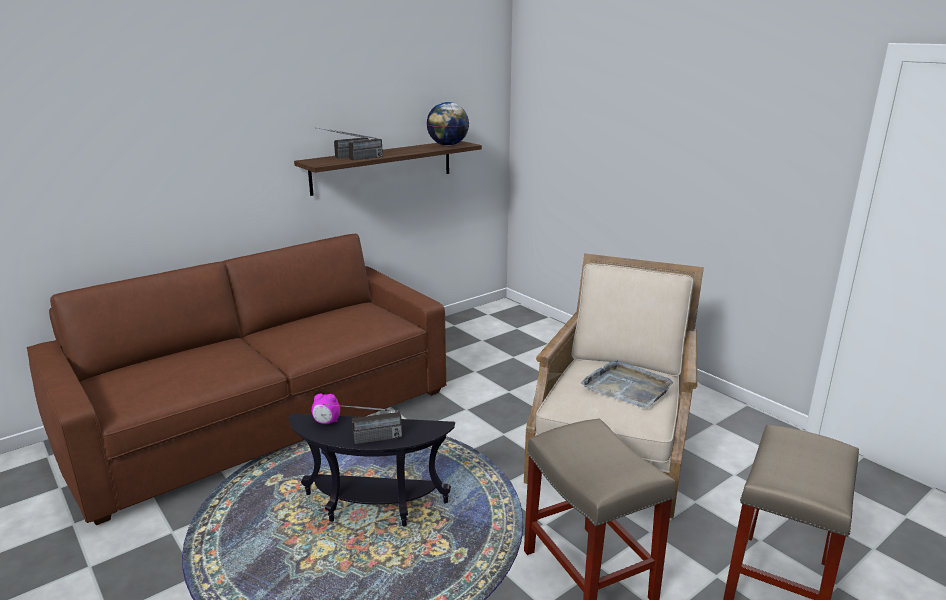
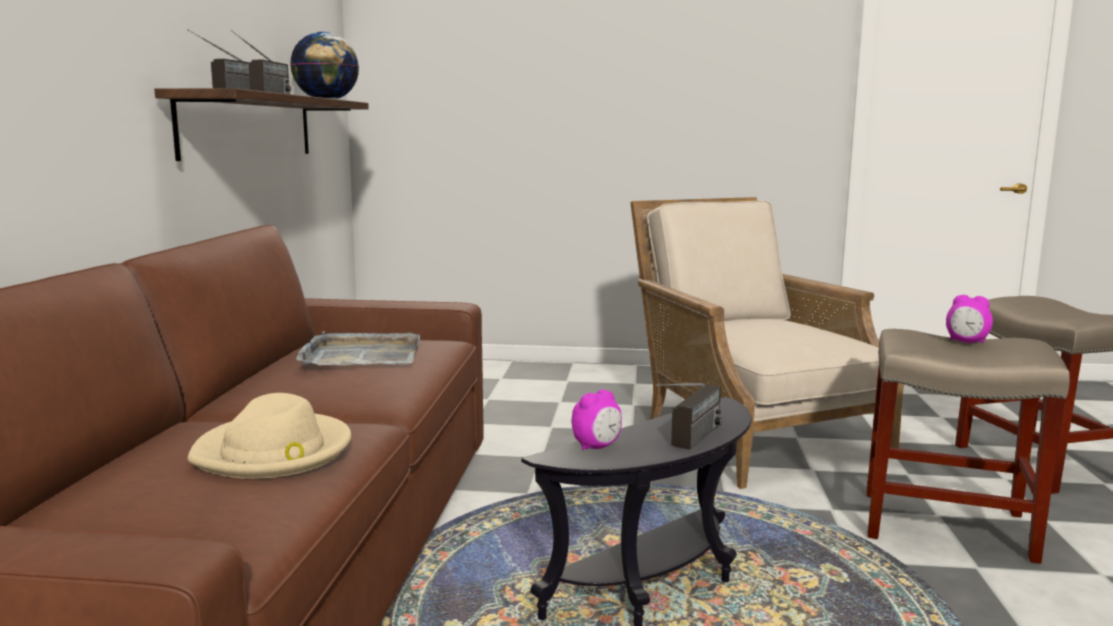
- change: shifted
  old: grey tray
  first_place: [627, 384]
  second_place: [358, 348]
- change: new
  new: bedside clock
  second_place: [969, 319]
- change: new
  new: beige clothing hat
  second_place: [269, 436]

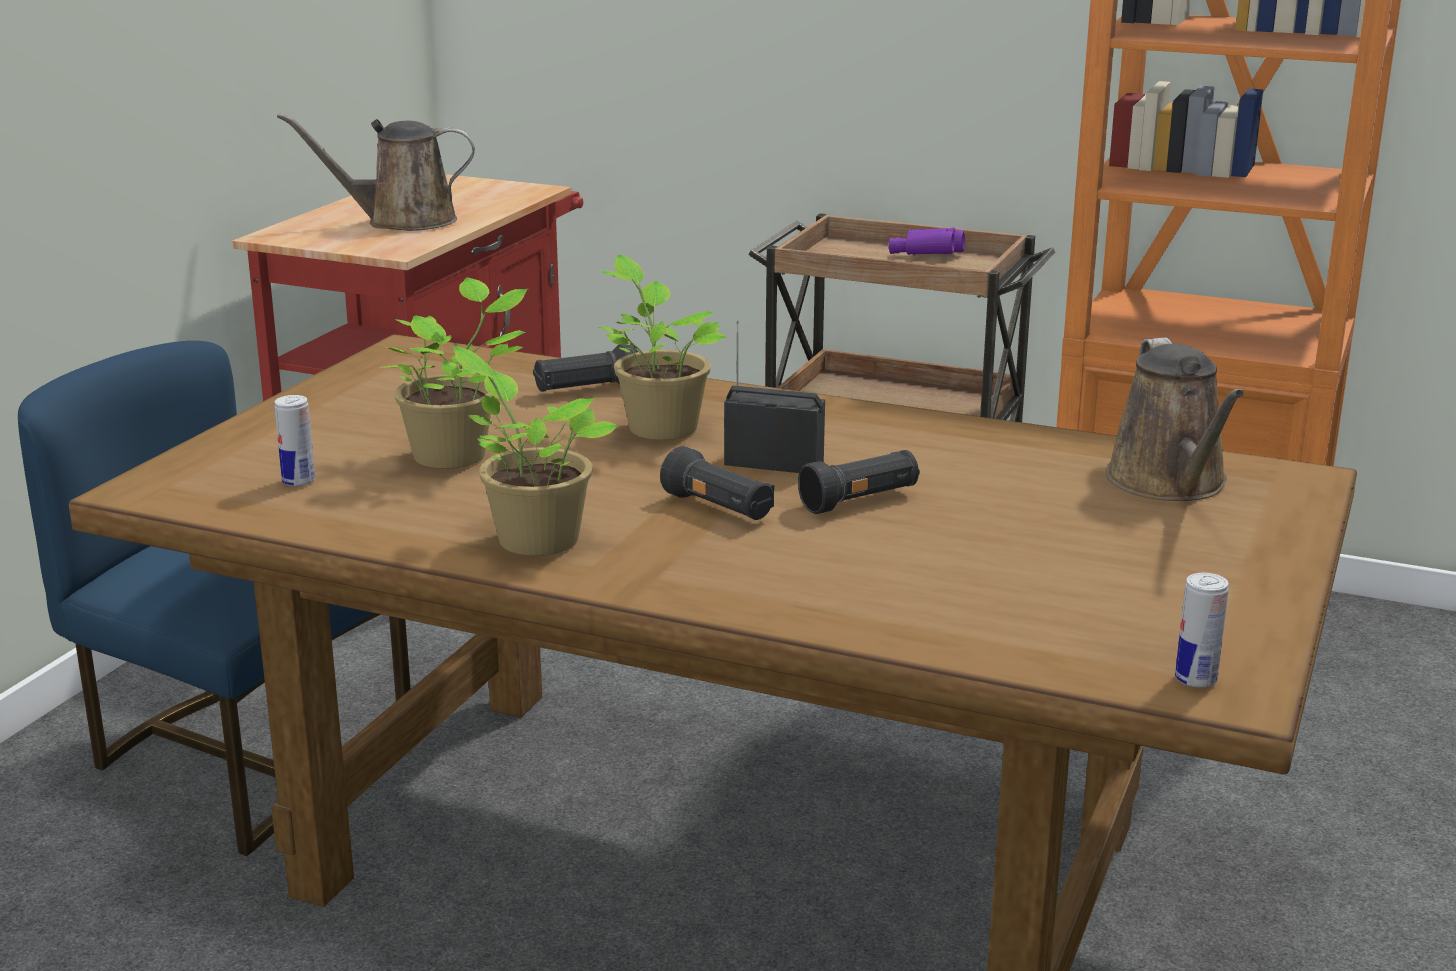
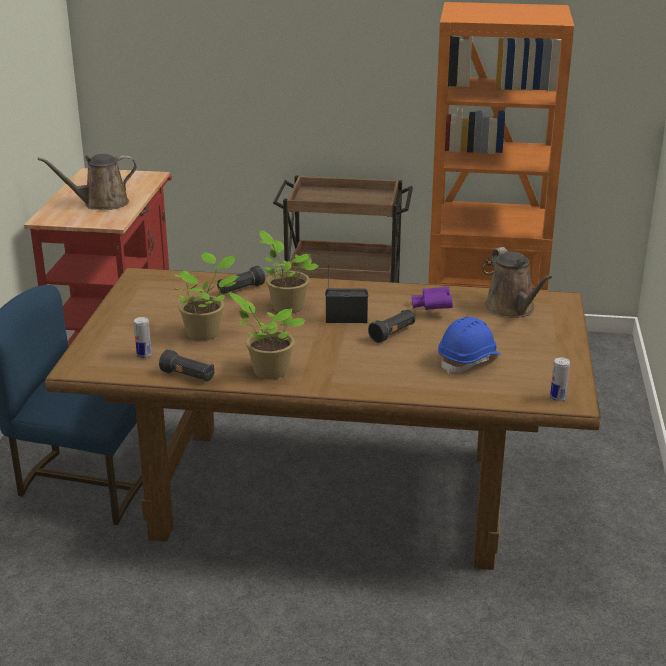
- change: shifted
  old: purple field glasses
  first_place: [927, 241]
  second_place: [432, 298]
- change: shifted
  old: blackish torch
  first_place: [717, 483]
  second_place: [187, 365]
- change: new
  new: blue-coloured work helmet
  second_place: [469, 345]

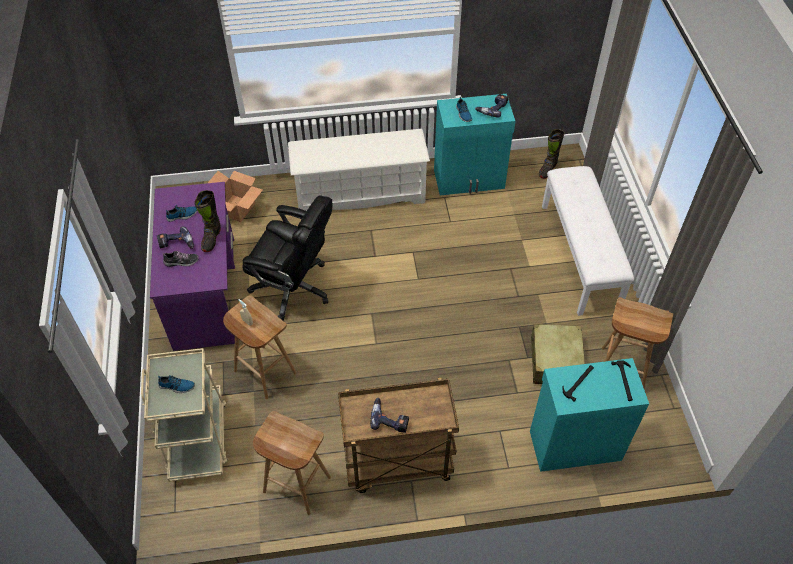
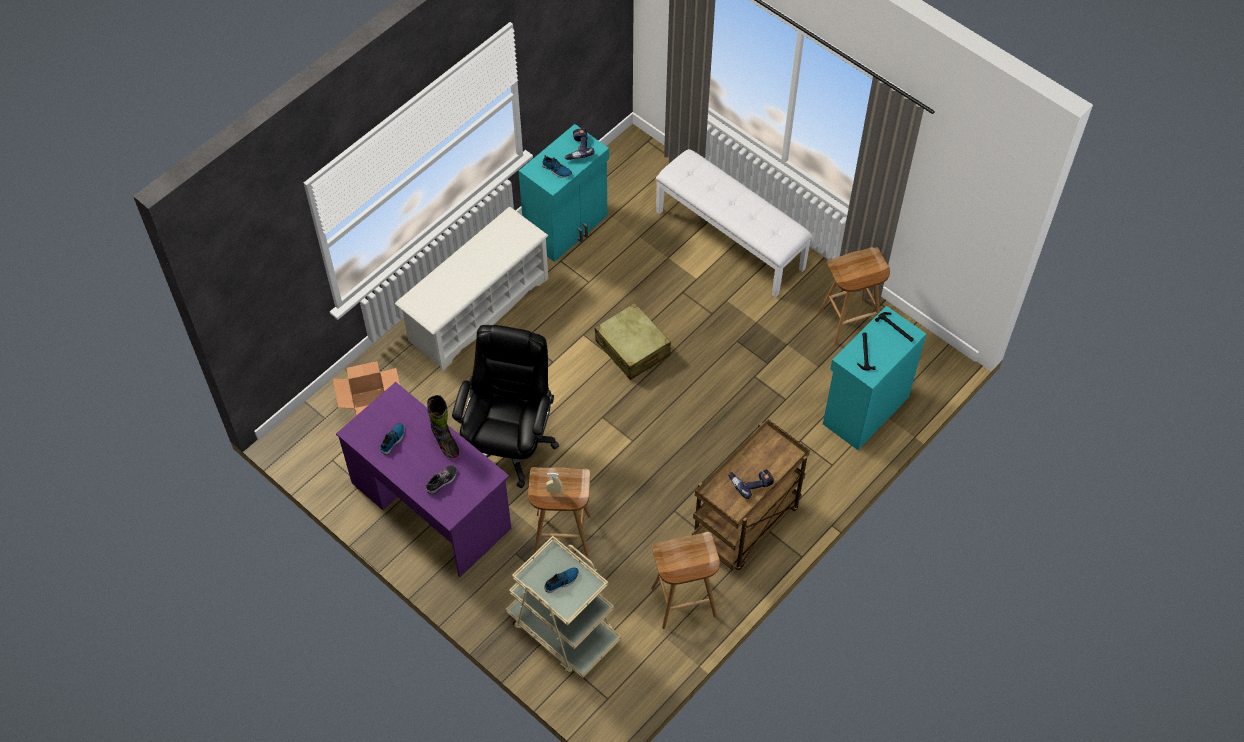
- change: gone
  old: blackish high-top boot
  first_place: [552, 154]
- change: rotated
  old: blackish office chair
  first_place: [287, 257]
  second_place: [505, 406]
  degrees: -60
- change: gone
  old: electric drill
  first_place: [175, 237]
- change: shifted
  old: beige piece of luggage
  first_place: [558, 354]
  second_place: [633, 341]

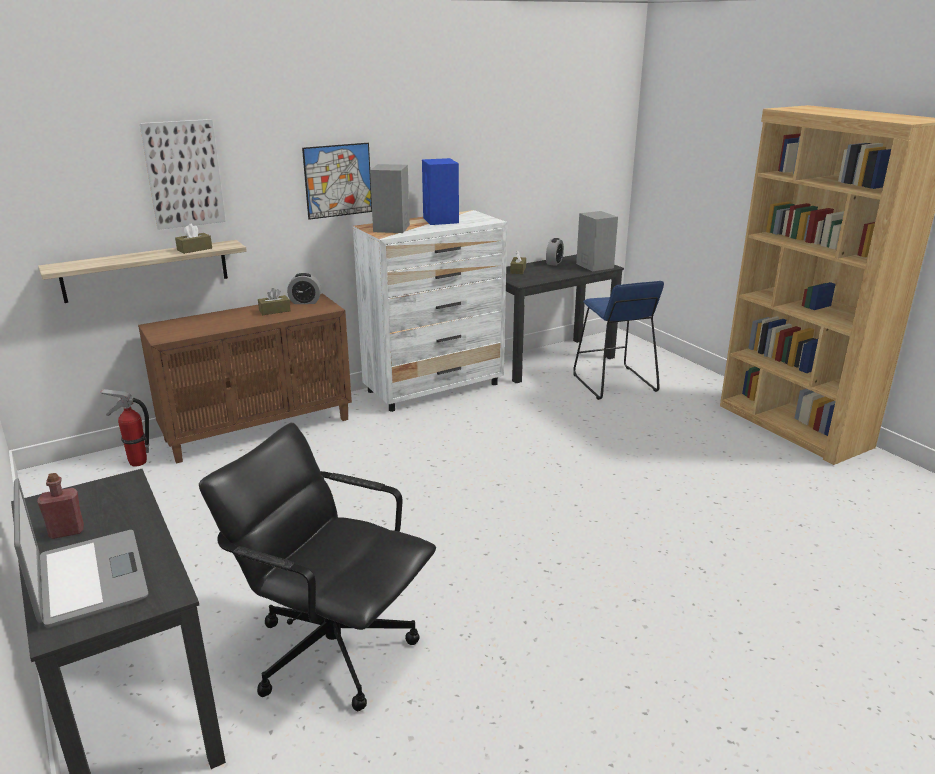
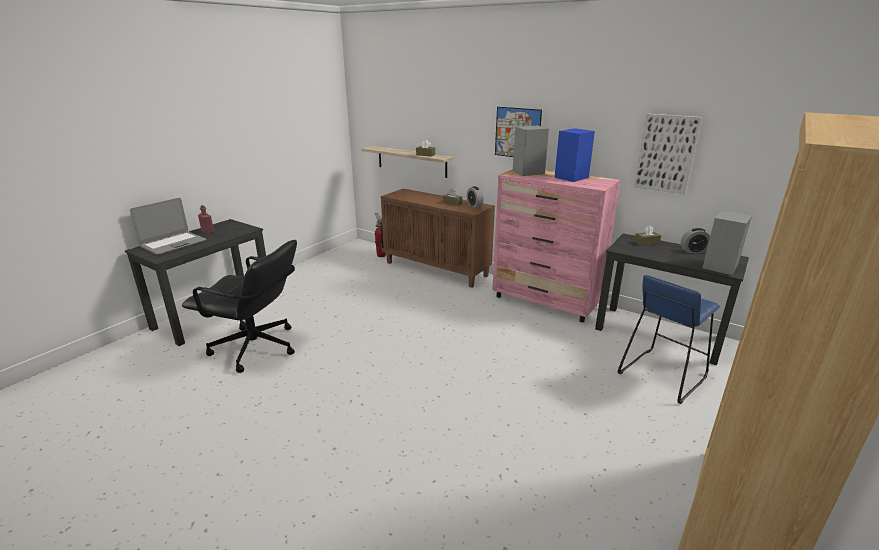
- change: shifted
  old: wall art
  first_place: [183, 174]
  second_place: [668, 154]
- change: repainted
  old: whitish chest of drawers
  new: pink-coloured chest of drawers
  first_place: [430, 311]
  second_place: [556, 245]
- change: rotated
  old: blackish office chair
  first_place: [317, 567]
  second_place: [239, 306]
  degrees: 105

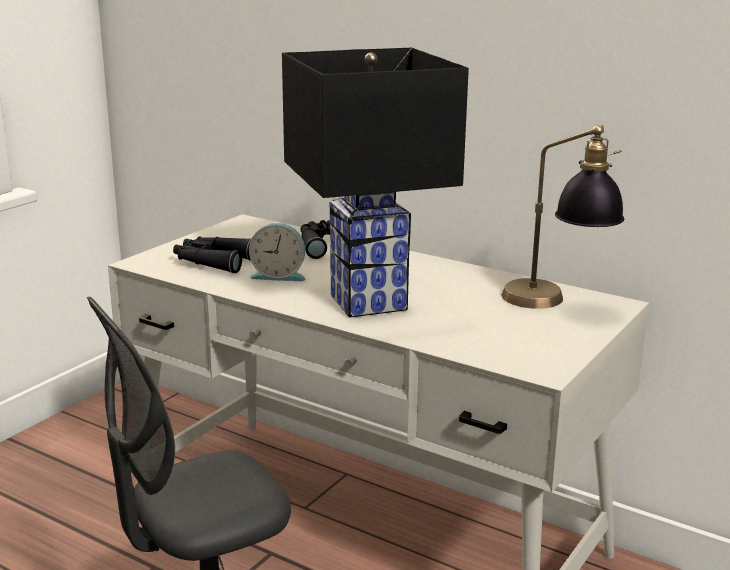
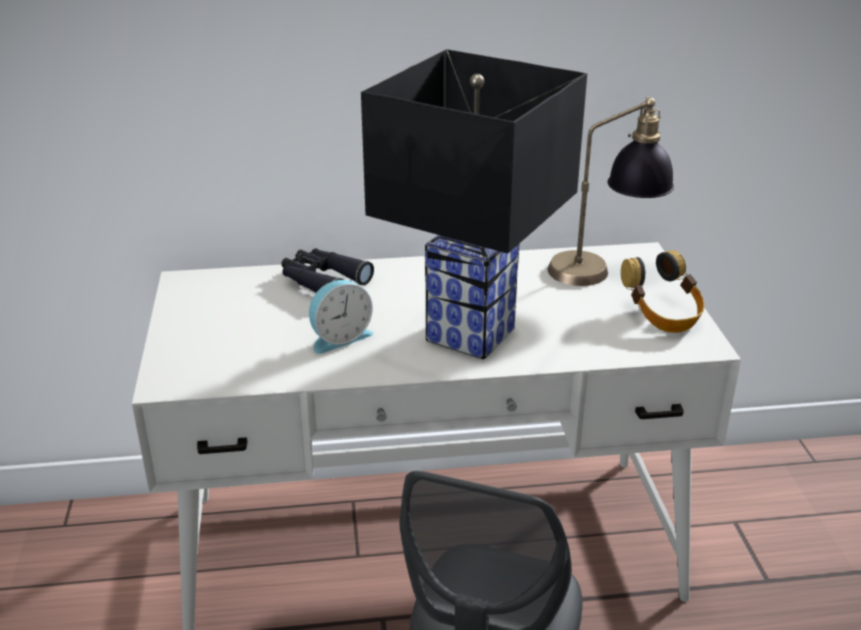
- change: gone
  old: blackish field glasses
  first_place: [212, 254]
- change: new
  new: headset
  second_place: [663, 291]

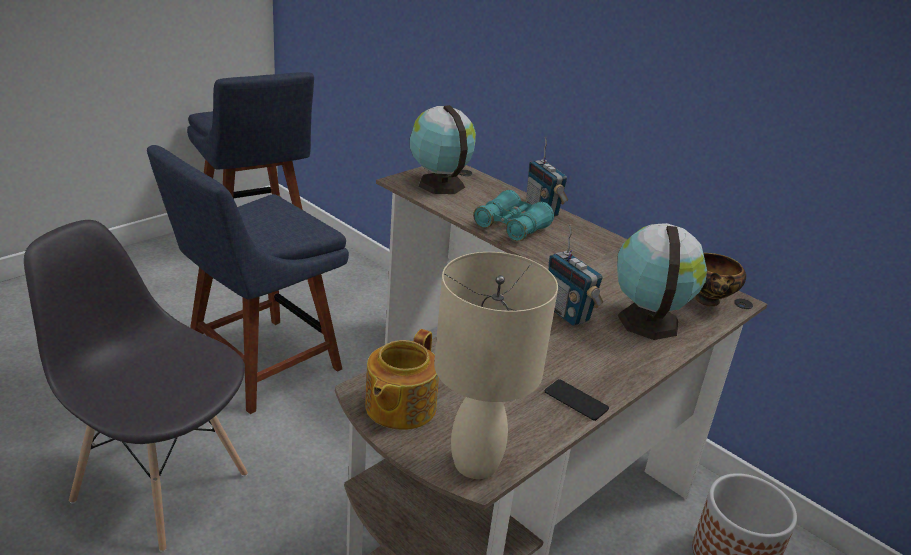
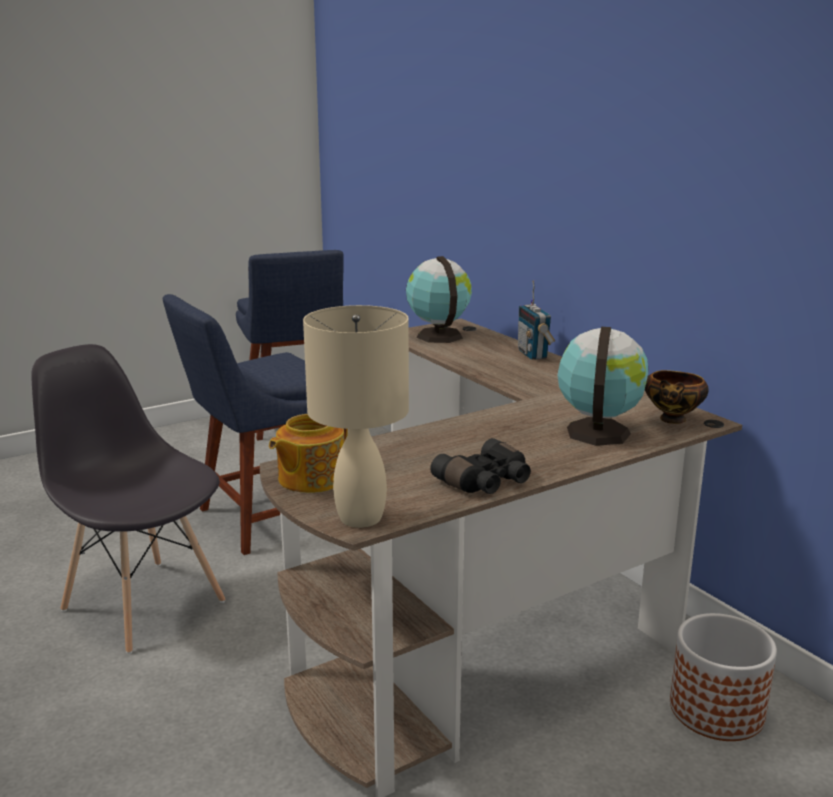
- change: gone
  old: turquoise-coloured field glasses
  first_place: [513, 215]
- change: gone
  old: radio receiver
  first_place: [575, 275]
- change: swapped
  old: telephone
  new: blackish field glasses
  first_place: [577, 400]
  second_place: [480, 466]

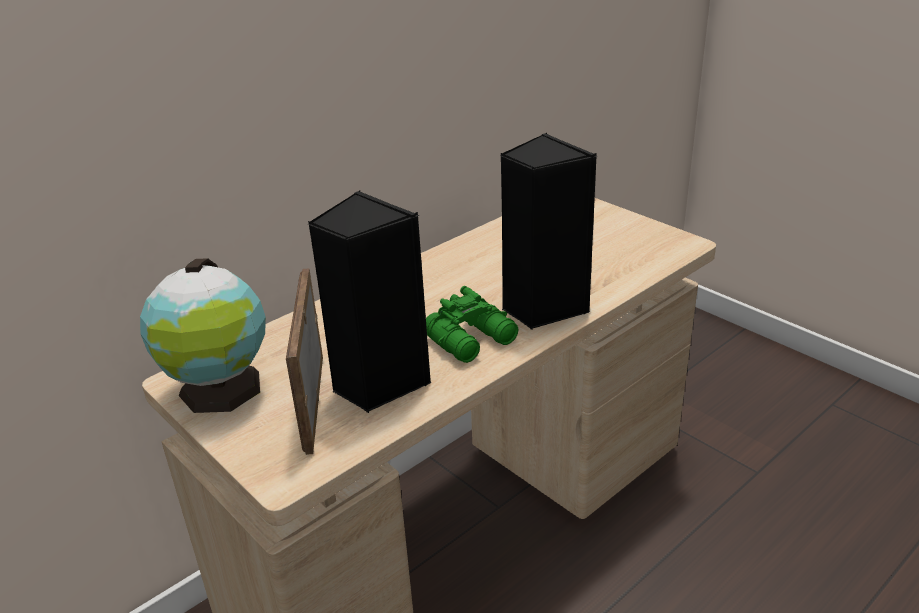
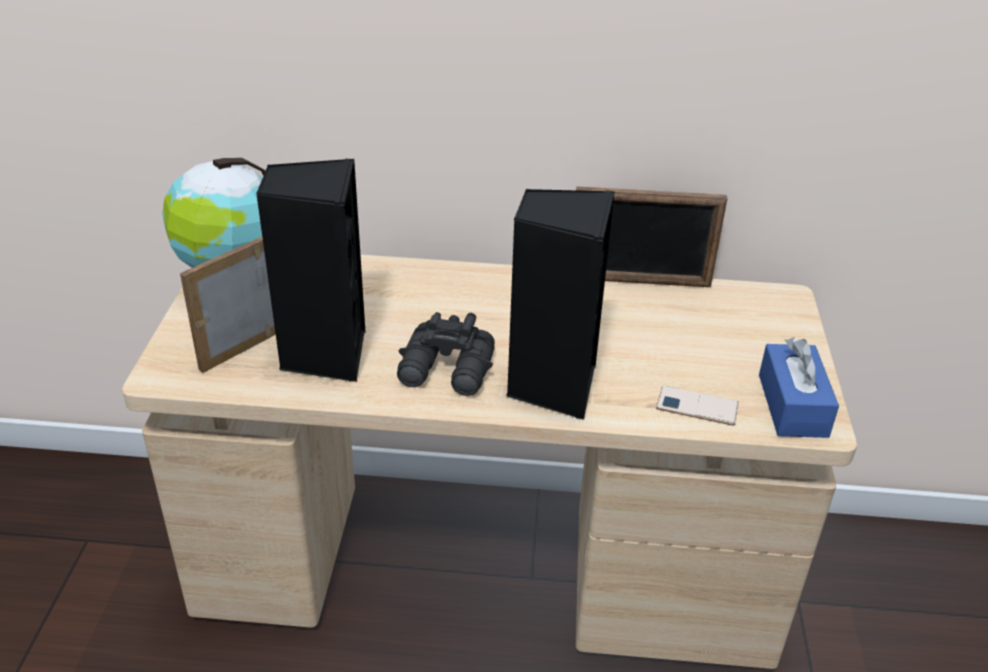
- change: repainted
  old: green field glasses
  new: blackish field glasses
  first_place: [472, 324]
  second_place: [446, 354]
- change: new
  new: standing frame
  second_place: [652, 236]
- change: new
  new: blue-coloured box of tissues
  second_place: [799, 387]
- change: new
  new: telephone
  second_place: [697, 405]

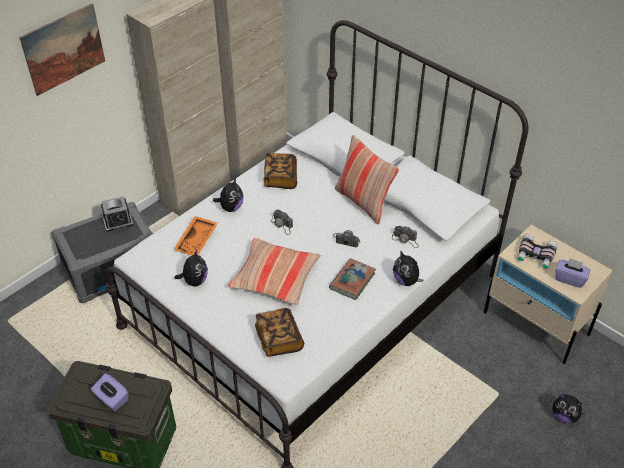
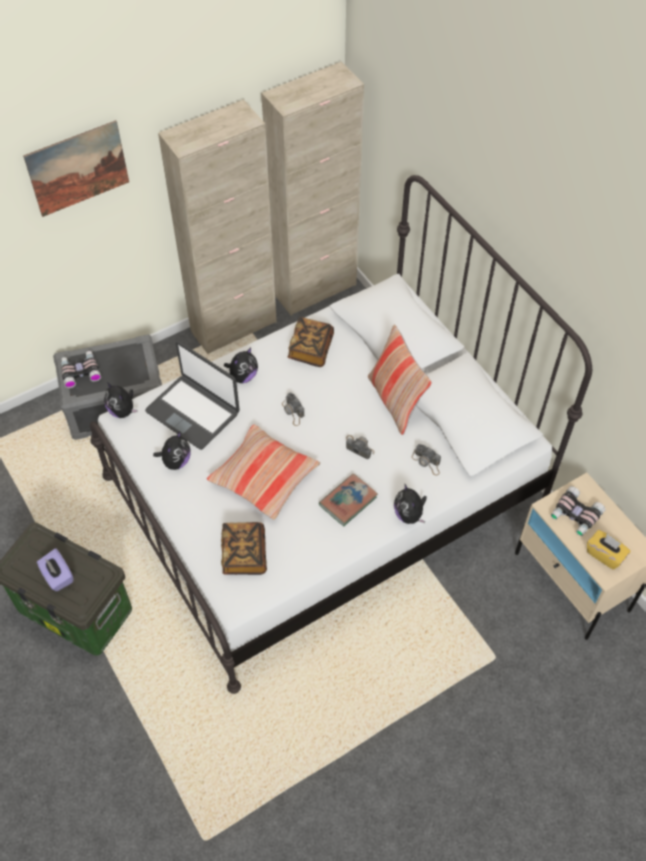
- change: gone
  old: bedside clock
  first_place: [117, 214]
- change: swapped
  old: orange-coloured tray
  new: notebook computer
  first_place: [196, 235]
  second_place: [192, 395]
- change: repainted
  old: purple box of tissues
  new: yellow box of tissues
  first_place: [572, 273]
  second_place: [608, 549]
- change: shifted
  old: cuddly toy
  first_place: [569, 408]
  second_place: [121, 400]
- change: new
  new: field glasses
  second_place: [81, 369]

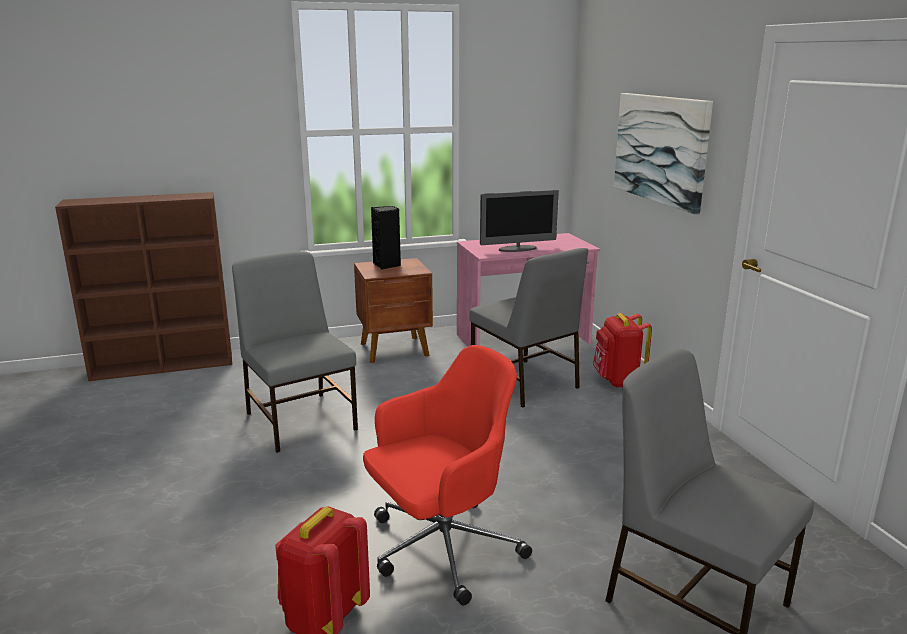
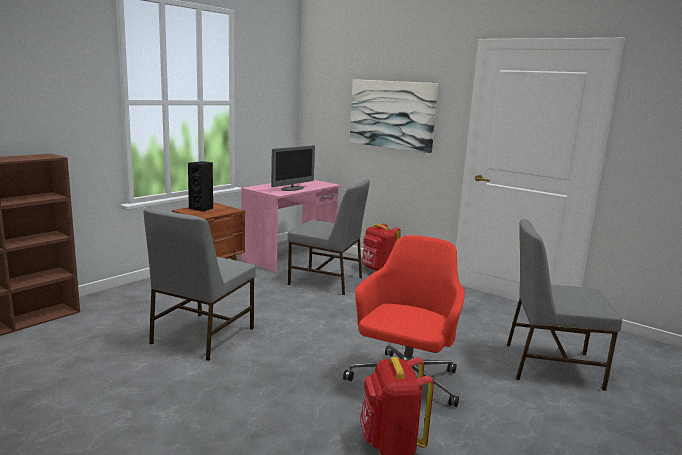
- change: rotated
  old: grey plain chair
  first_place: [295, 352]
  second_place: [199, 285]
  degrees: -90

